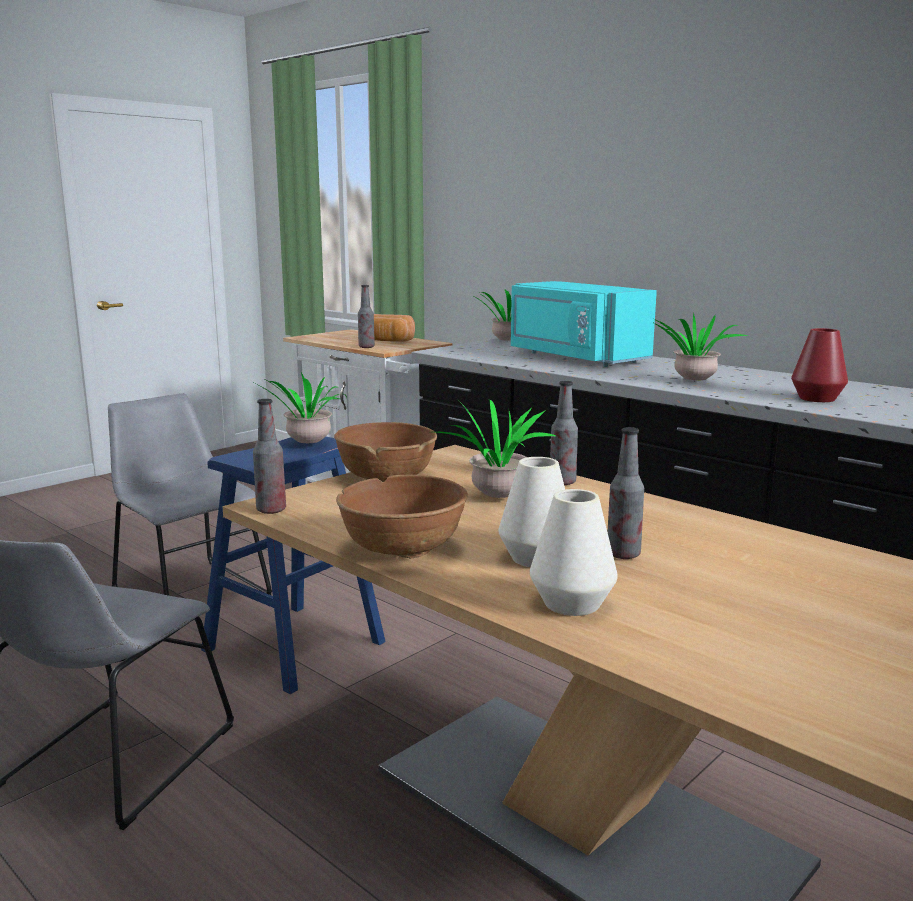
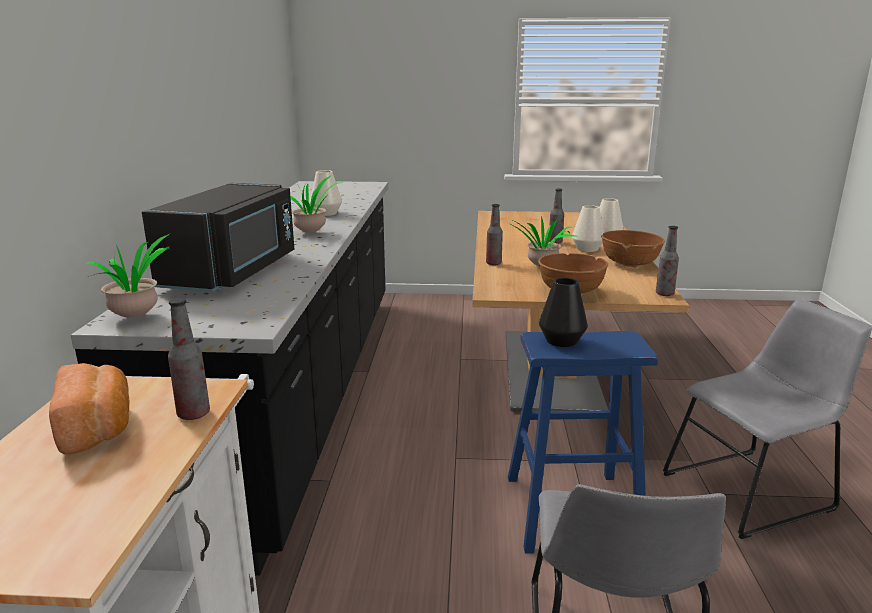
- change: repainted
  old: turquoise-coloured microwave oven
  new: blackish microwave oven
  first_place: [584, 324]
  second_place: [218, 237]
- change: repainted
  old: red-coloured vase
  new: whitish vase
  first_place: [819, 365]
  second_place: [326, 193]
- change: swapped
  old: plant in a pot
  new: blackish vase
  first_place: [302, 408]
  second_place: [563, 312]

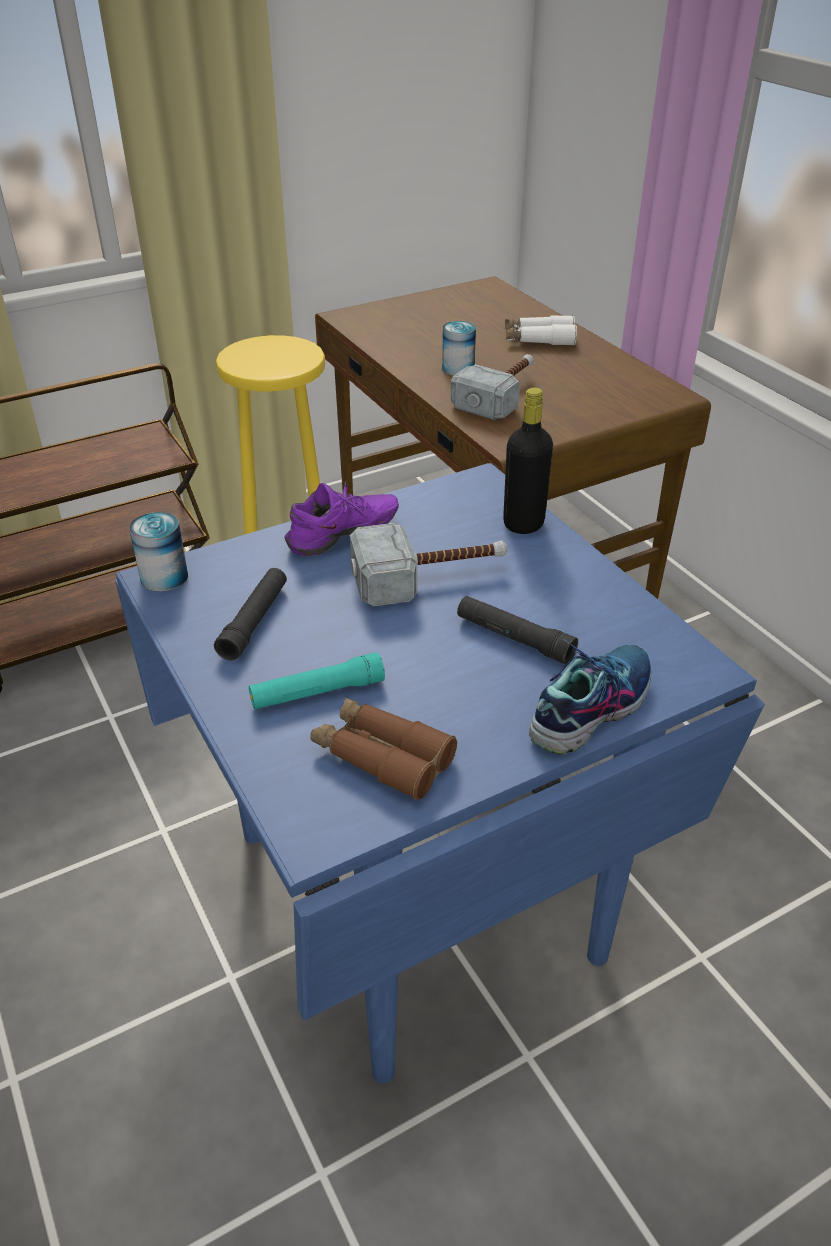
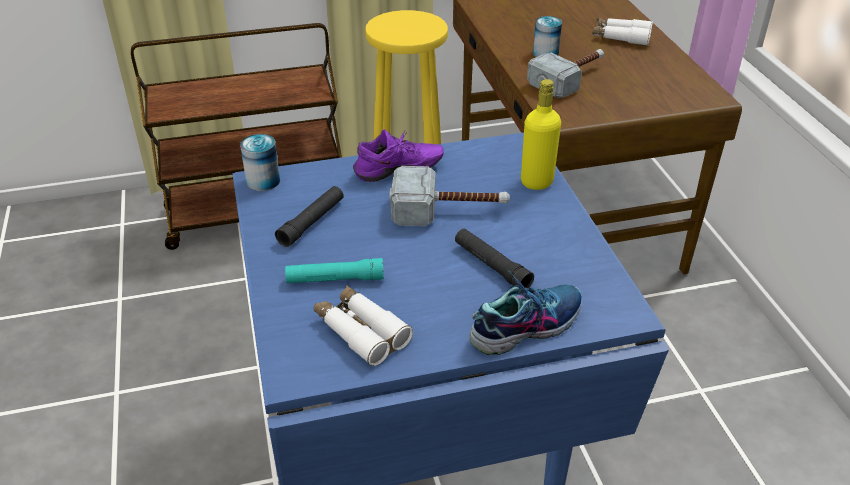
- change: repainted
  old: blackish drink bottle
  new: yellow drink bottle
  first_place: [528, 461]
  second_place: [541, 134]
- change: repainted
  old: brown-coloured field glasses
  new: whitish field glasses
  first_place: [383, 748]
  second_place: [363, 326]

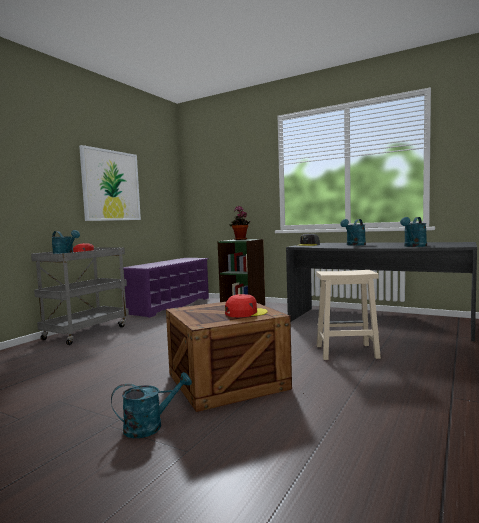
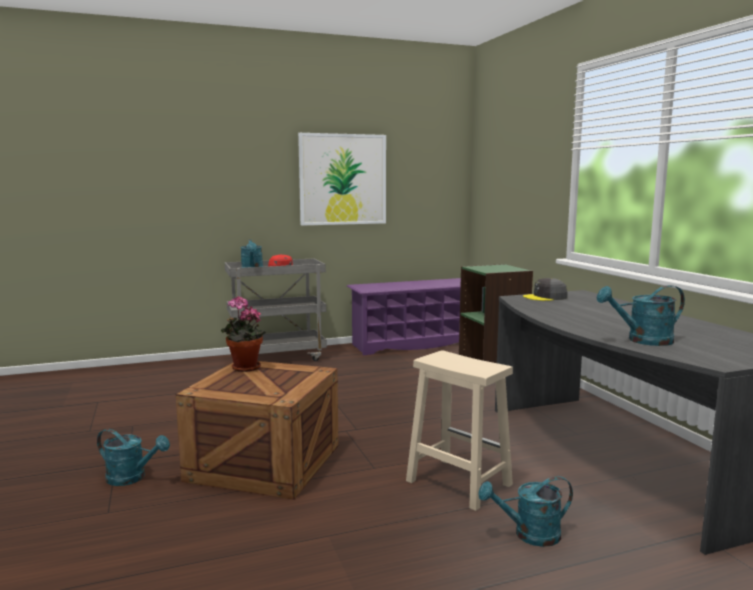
- change: shifted
  old: plant in a pot
  first_place: [239, 223]
  second_place: [243, 334]
- change: shifted
  old: turquoise-coloured sprinkling can
  first_place: [353, 232]
  second_place: [525, 511]
- change: gone
  old: red-coloured cap
  first_place: [246, 305]

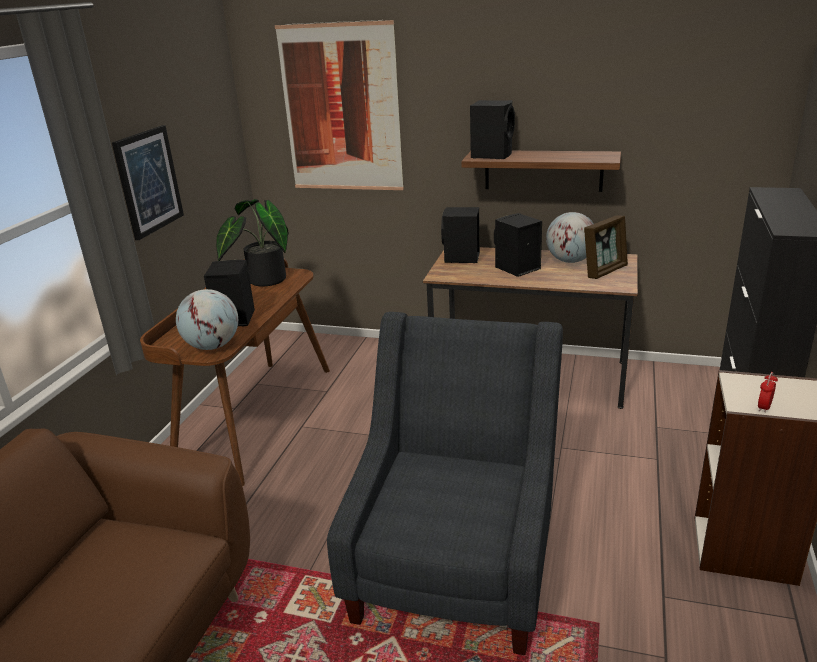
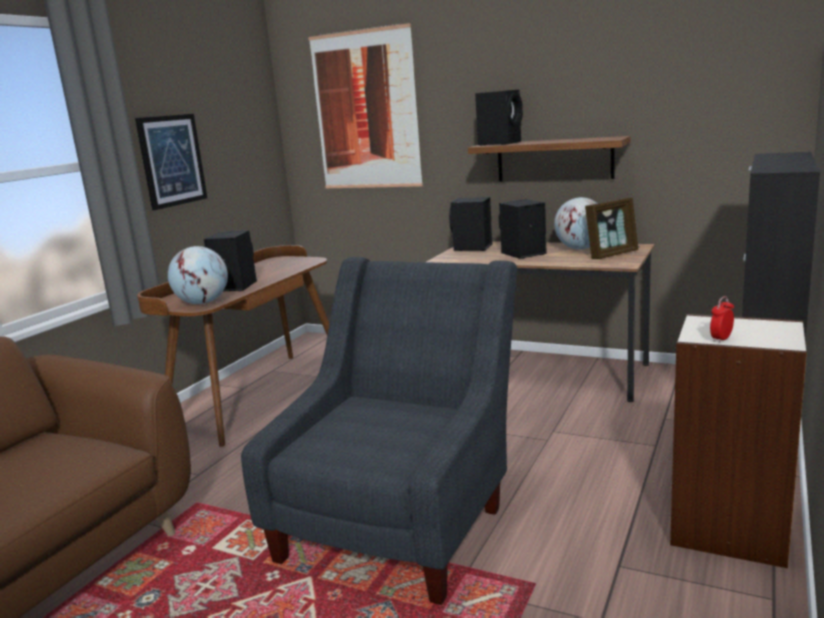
- change: gone
  old: plant in a pot
  first_place: [252, 242]

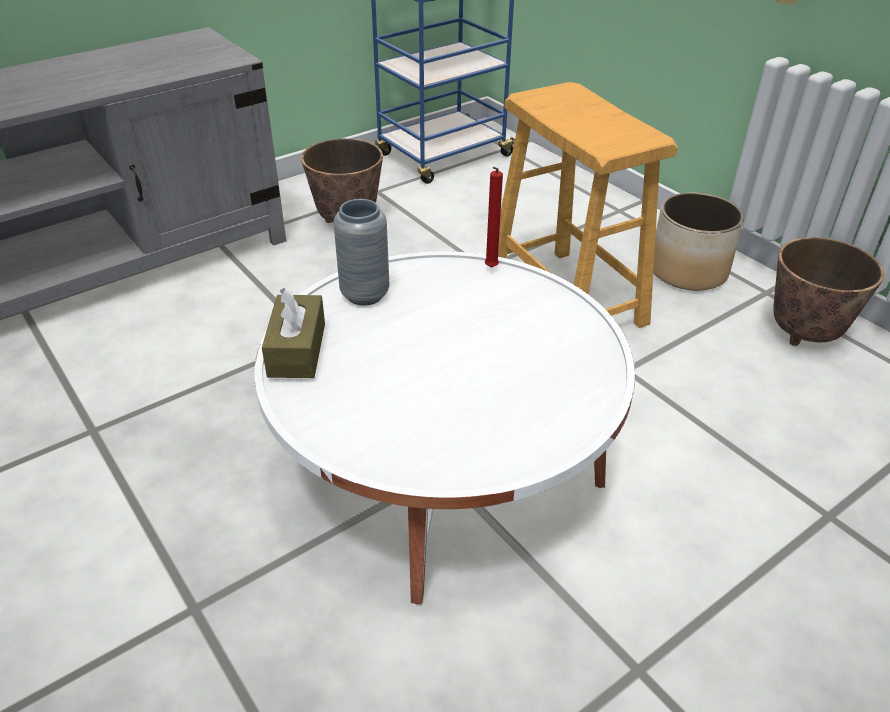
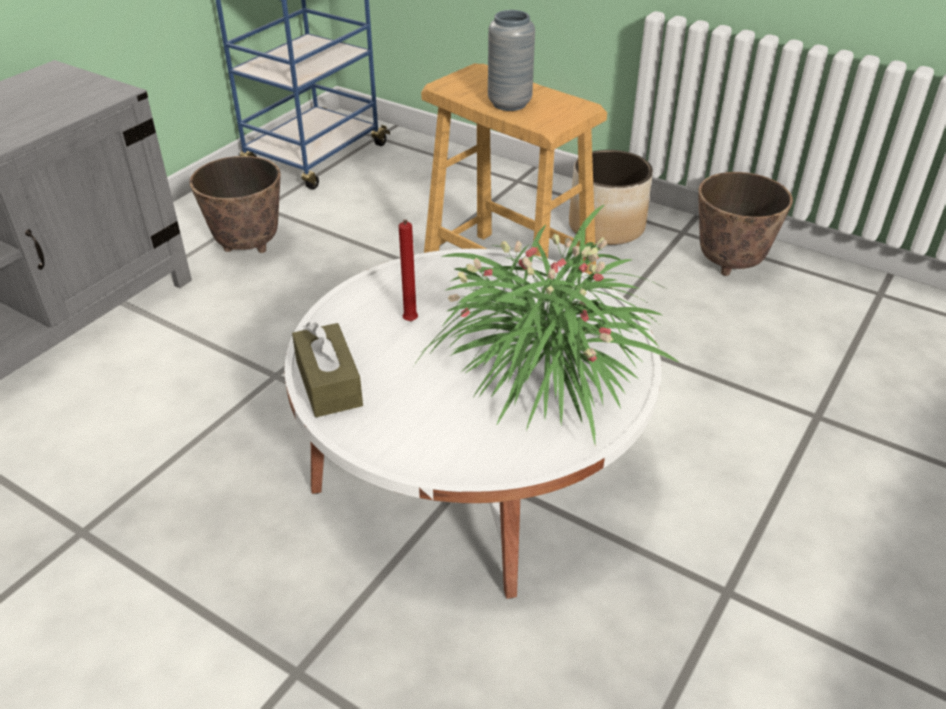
- change: shifted
  old: red-coloured wax candle
  first_place: [494, 217]
  second_place: [408, 270]
- change: shifted
  old: grey vase
  first_place: [361, 252]
  second_place: [511, 60]
- change: new
  new: plant in a pot
  second_place: [547, 326]

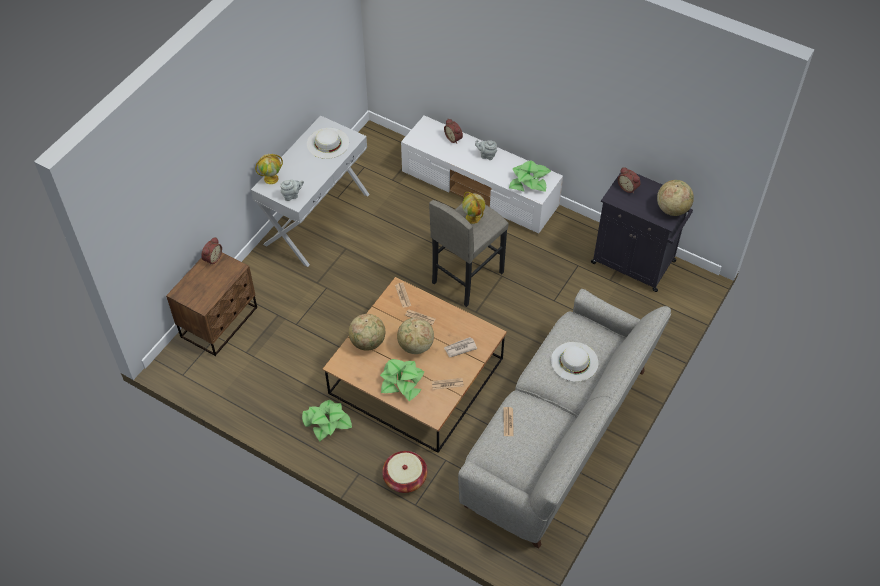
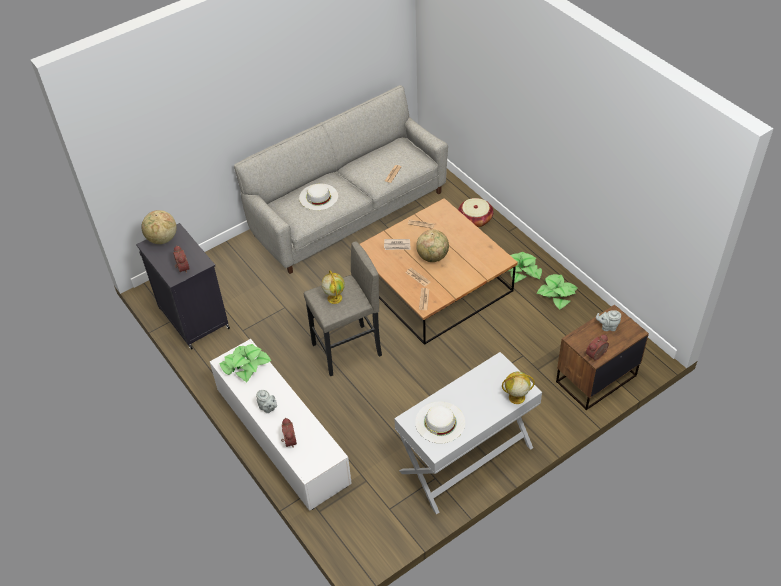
- change: shifted
  old: grey pot for tea
  first_place: [292, 190]
  second_place: [608, 320]
- change: gone
  old: world globe
  first_place: [367, 332]
- change: shifted
  old: plant in a pot
  first_place: [402, 380]
  second_place: [556, 291]

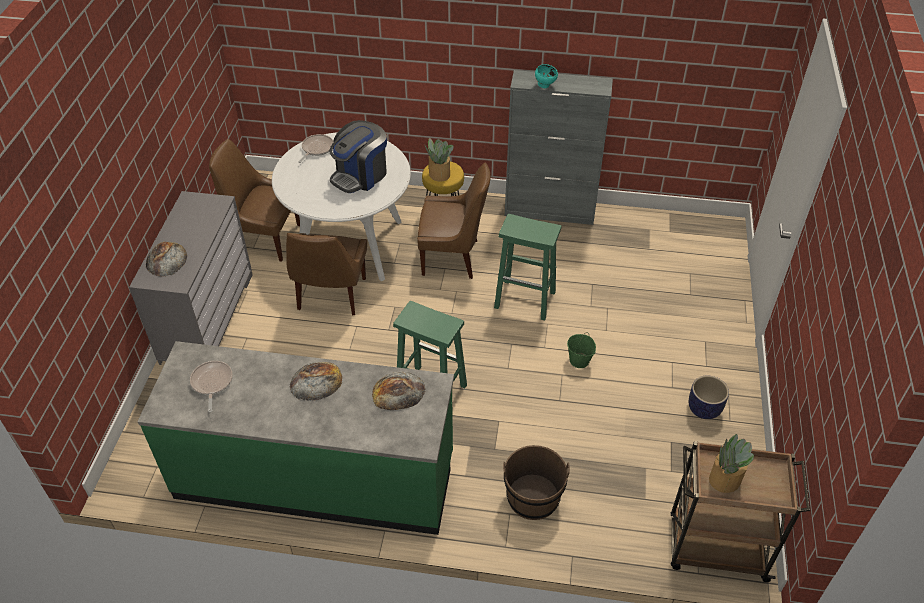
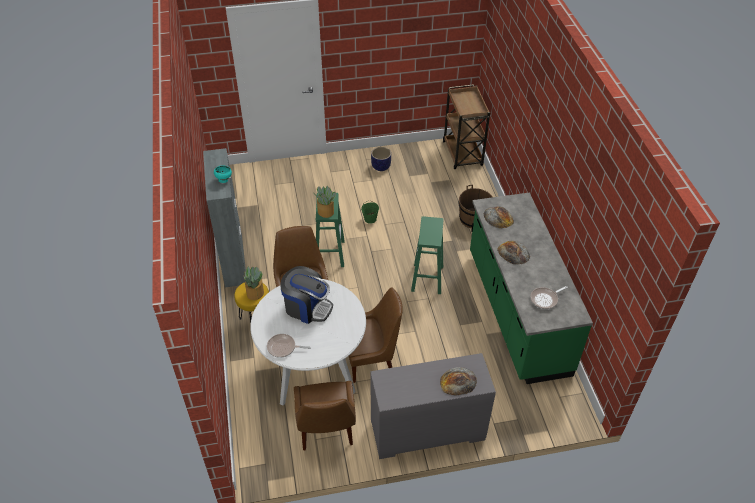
- change: shifted
  old: plant in a pot
  first_place: [731, 463]
  second_place: [325, 202]

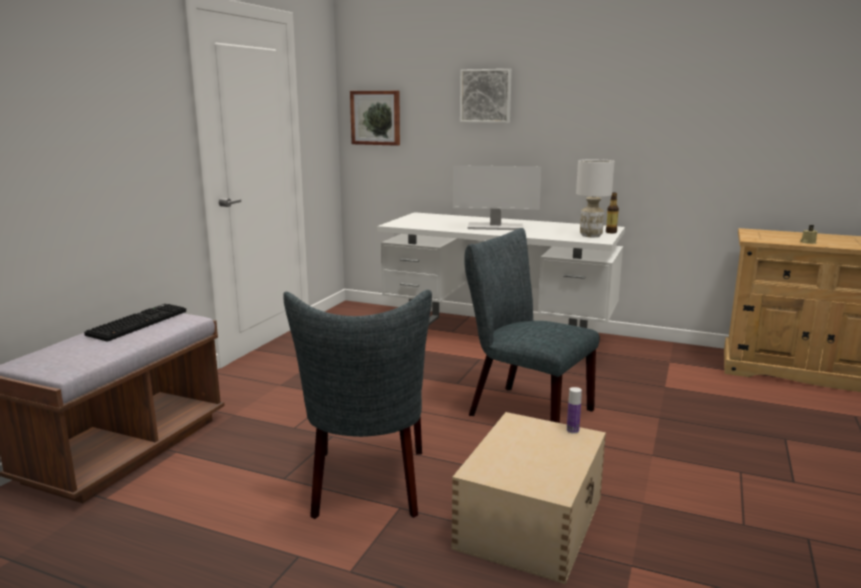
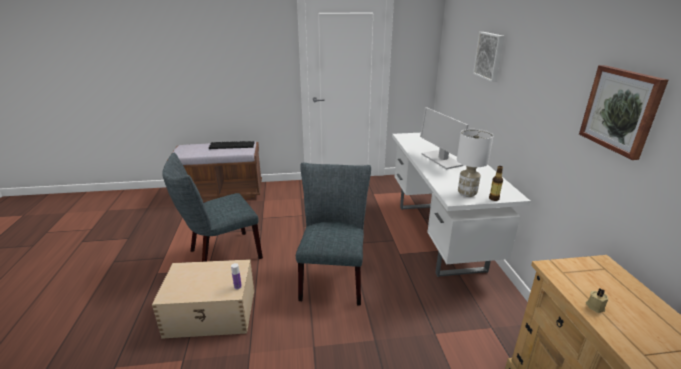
- change: shifted
  old: wall art
  first_place: [375, 118]
  second_place: [623, 112]

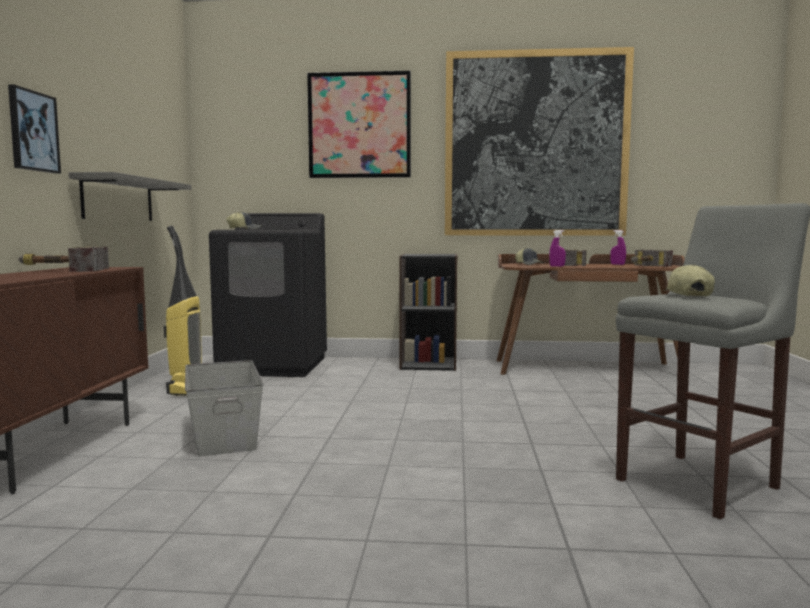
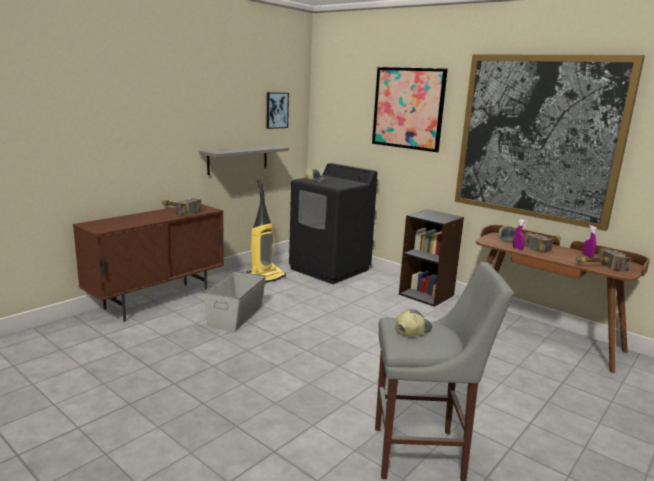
- change: shifted
  old: wall art
  first_place: [34, 129]
  second_place: [277, 110]

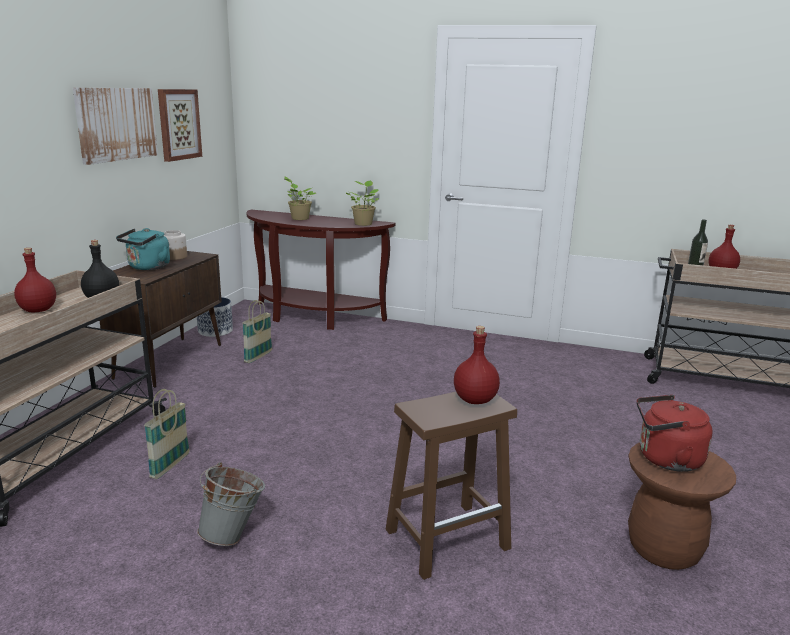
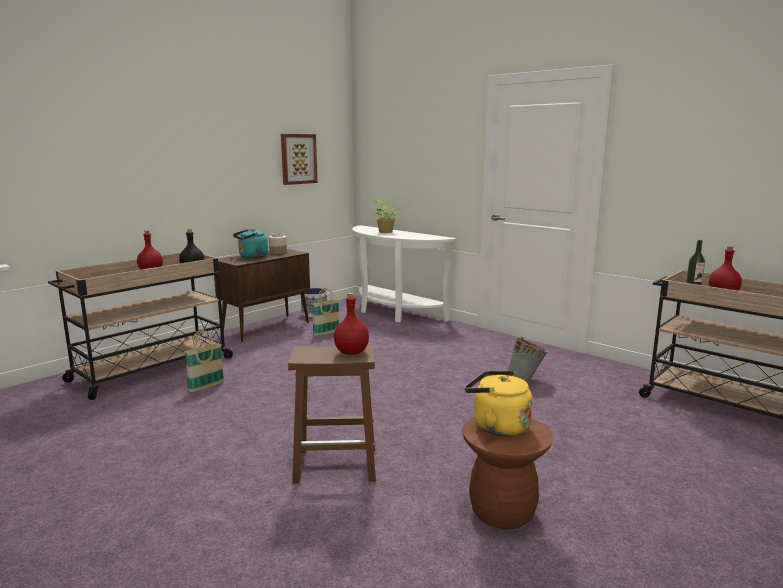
- change: gone
  old: wall art
  first_place: [115, 126]
- change: gone
  old: plant in a pot
  first_place: [362, 203]
- change: repainted
  old: brown-coloured console table
  new: whitish console table
  first_place: [321, 270]
  second_place: [404, 273]
- change: repainted
  old: red-coloured water kettle
  new: yellow water kettle
  first_place: [675, 433]
  second_place: [499, 403]
- change: shifted
  old: grey bucket
  first_place: [231, 504]
  second_place: [527, 359]

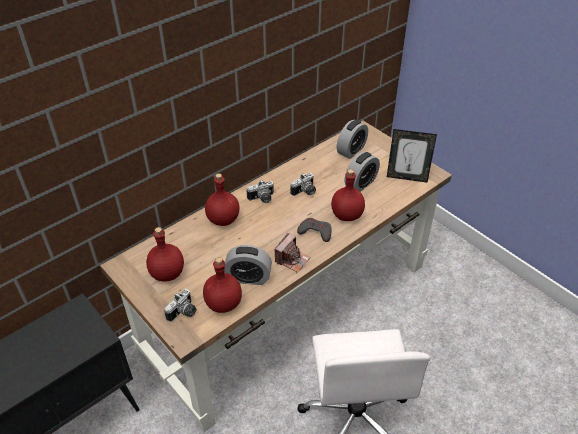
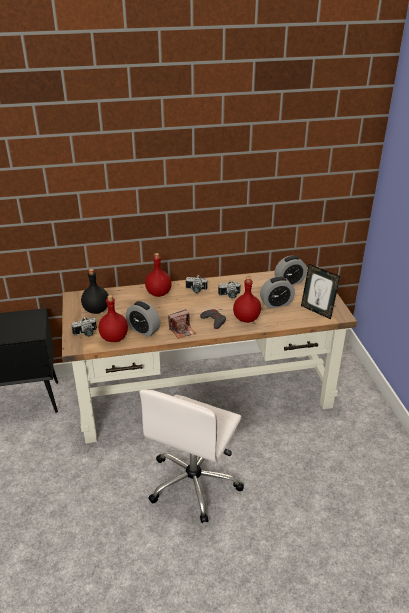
- change: repainted
  old: red-coloured drink bottle
  new: blackish drink bottle
  first_place: [165, 254]
  second_place: [94, 291]

